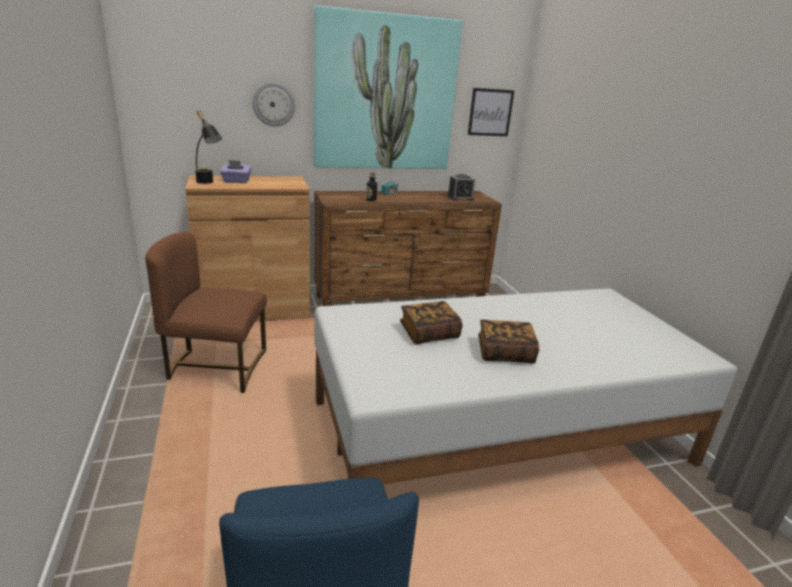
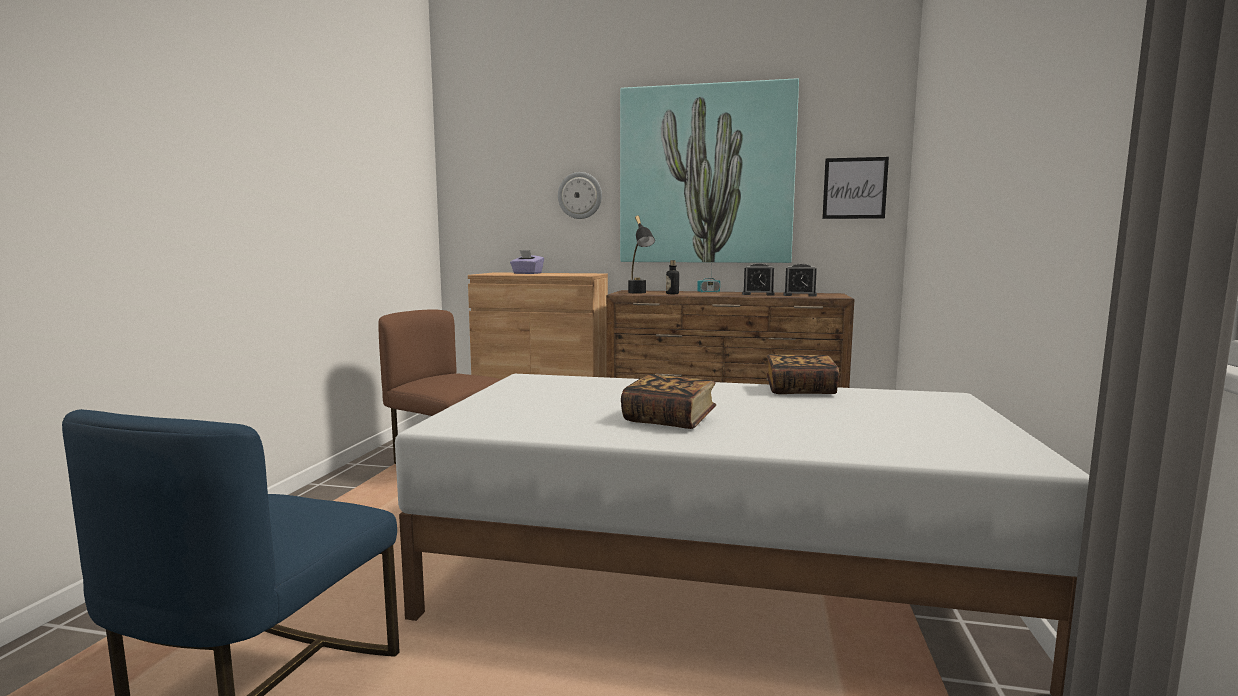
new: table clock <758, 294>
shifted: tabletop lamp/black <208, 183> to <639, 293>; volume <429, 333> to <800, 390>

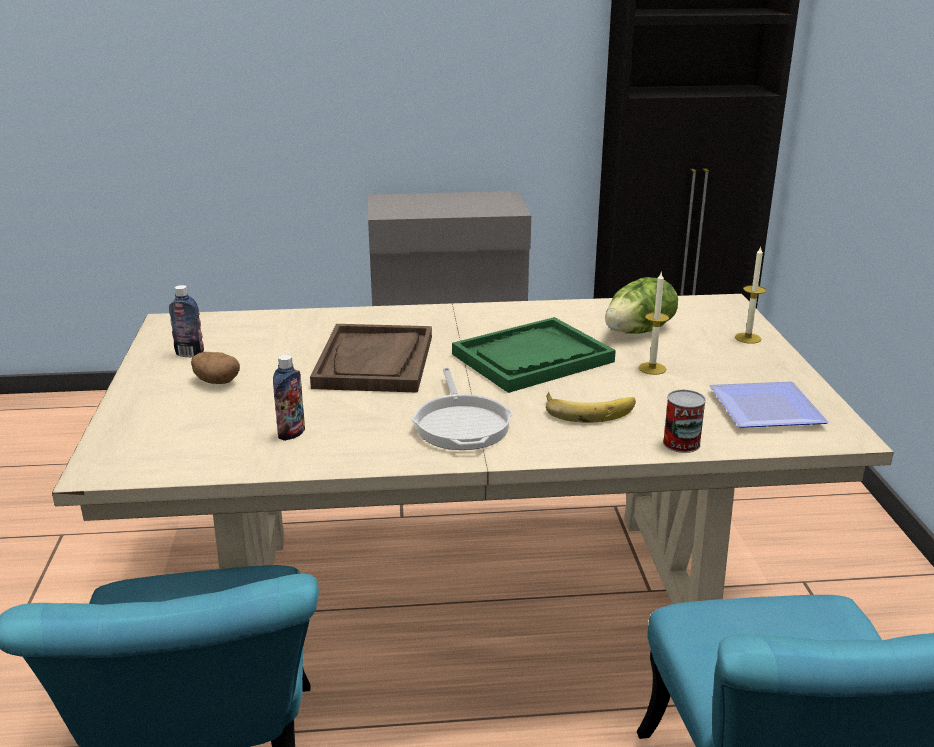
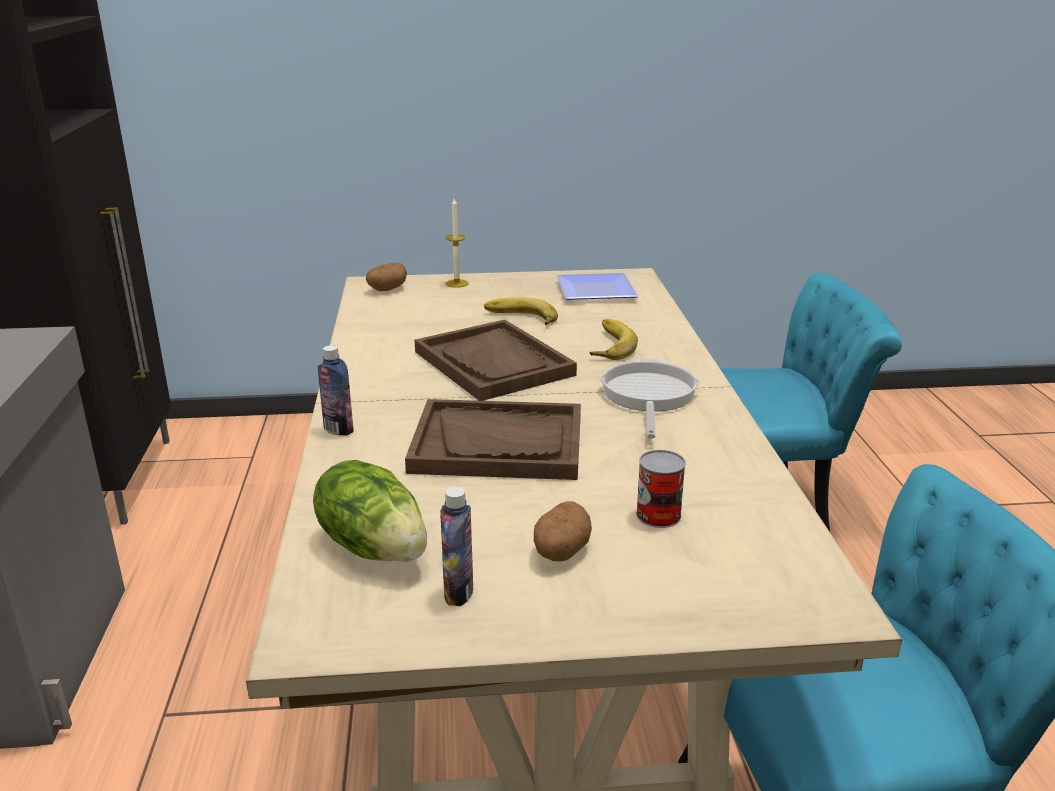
new: spud <387, 289>
shifted: beverage bottle <291, 433> to <338, 430>; lettuce head <640, 331> to <374, 546>; sealed can <681, 443> to <658, 515>
swapped: wax candle <652, 368> to whole banana <520, 319>
repainted: serving tray/greenish <532, 358> to serving tray/brown <494, 363>
rotated: pan <461, 424> = <648, 396> 75 degrees counterclockwise

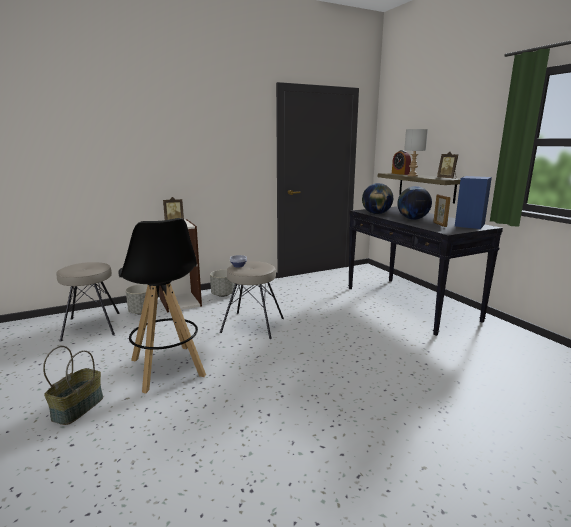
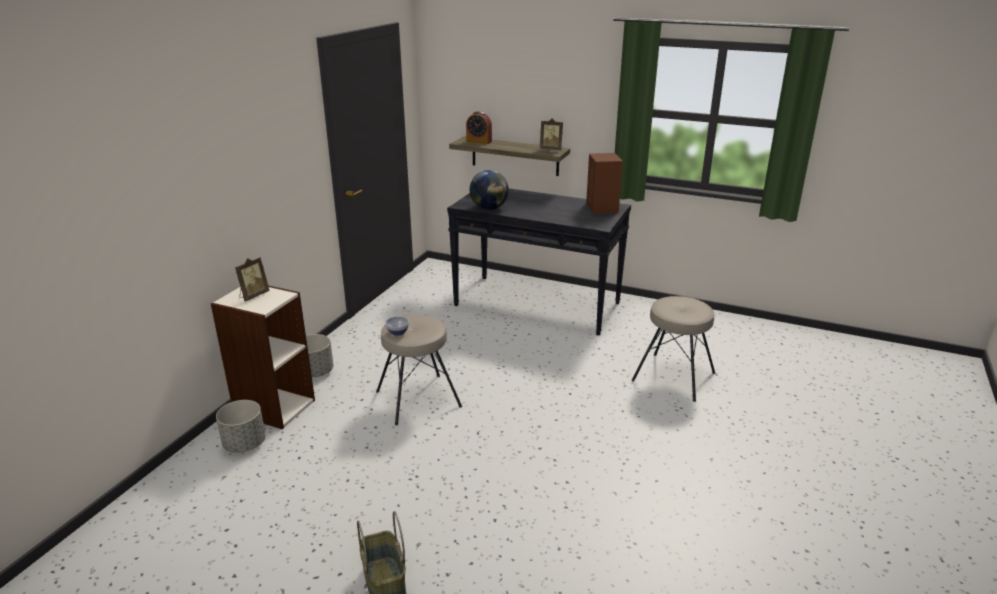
gone: stool/black <167, 368>; desk globe <412, 219>; tabletop lamp/grey <412, 176>; standing frame <439, 224>
shifted: stool/sand-coloured <92, 326> to <673, 376>
repainted: speaker/blue <469, 225> to speaker/brown <602, 208>

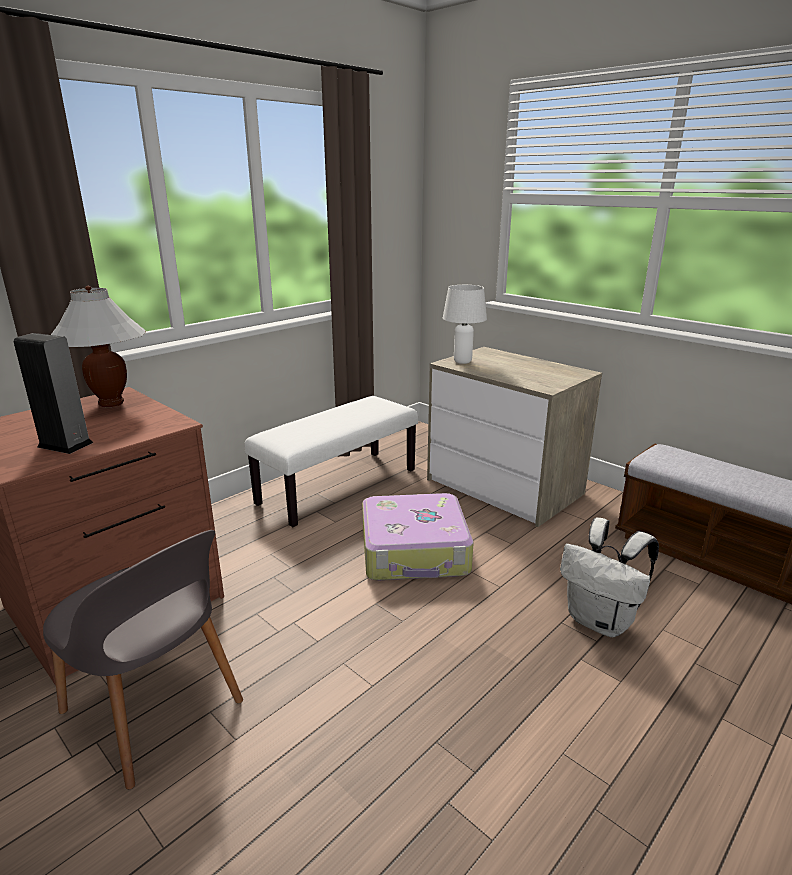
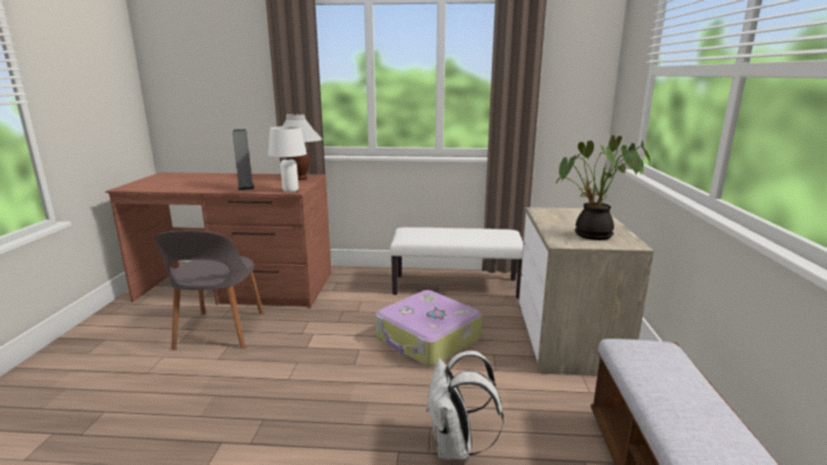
new: plant in a pot <591, 236>
shifted: tabletop lamp/white-coloured <462, 362> to <290, 191>

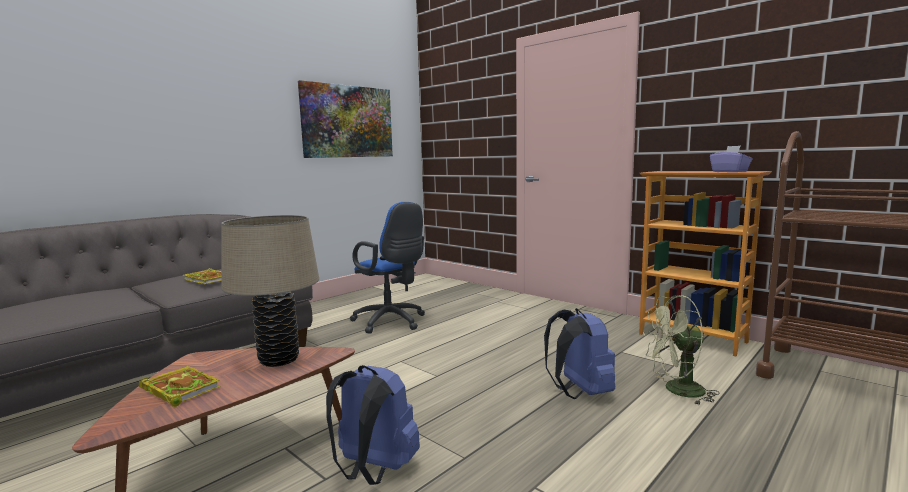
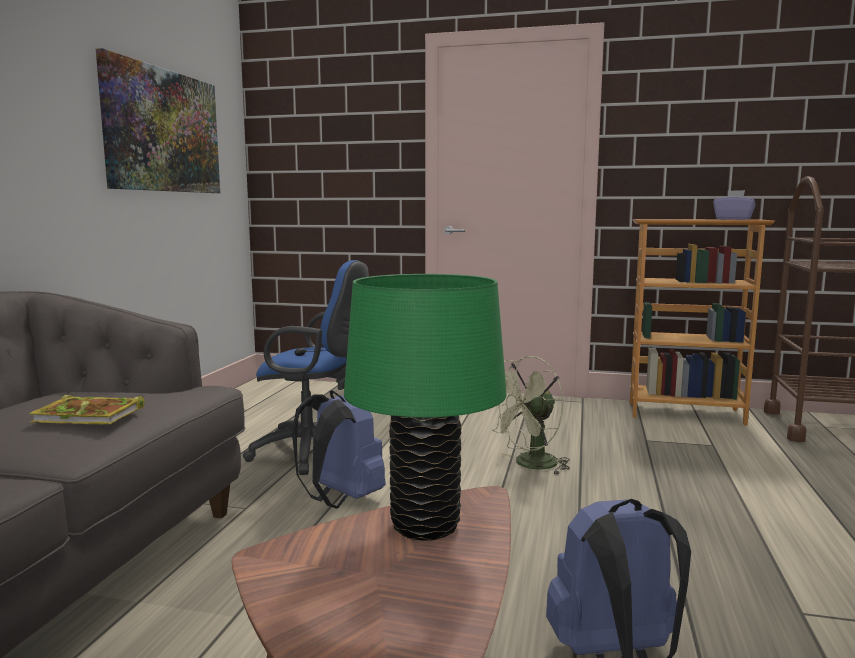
gone: volume <179, 389>
shifted: knapsack/blue <580, 392> to <340, 499>; electric fan/greenish <677, 391> to <530, 465>
repainted: tabletop lamp/sand-coloured <279, 359> to tabletop lamp/greenish <425, 526>

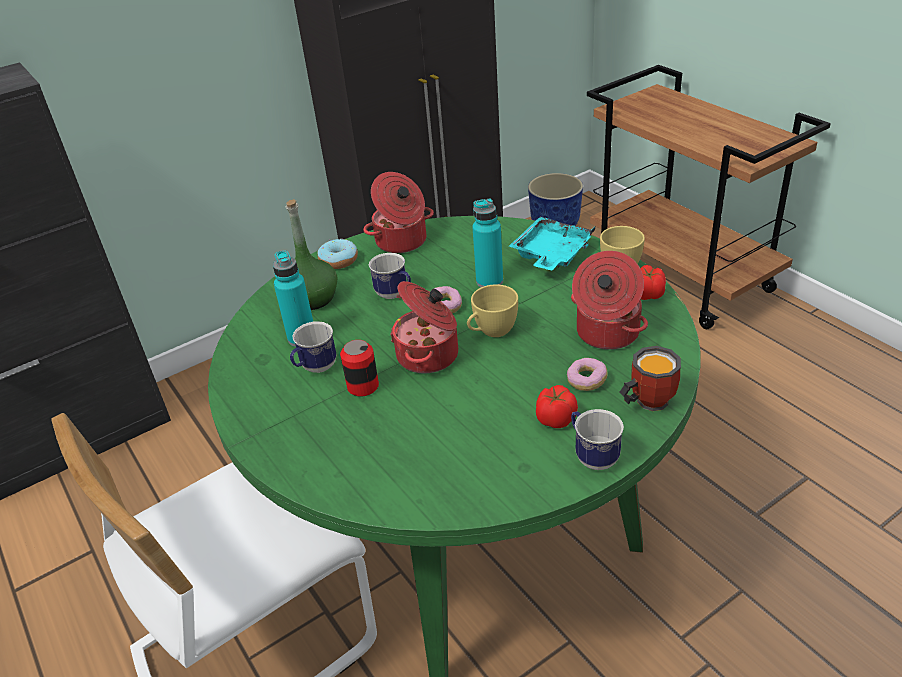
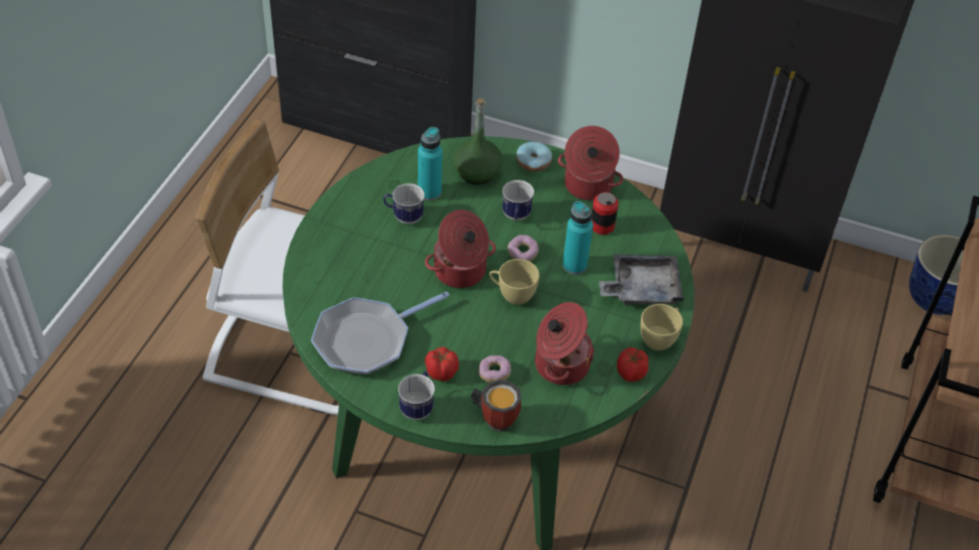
new: pan <366, 340>
shifted: sealed can <363, 386> to <602, 226>
repainted: serving tray/turquoise-coloured <551, 255> to serving tray/grey <641, 289>

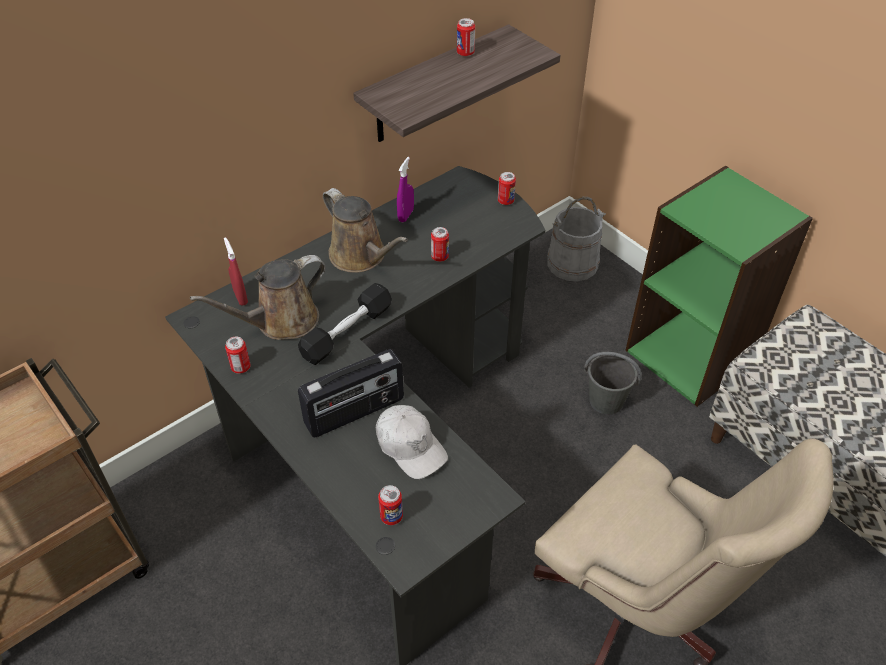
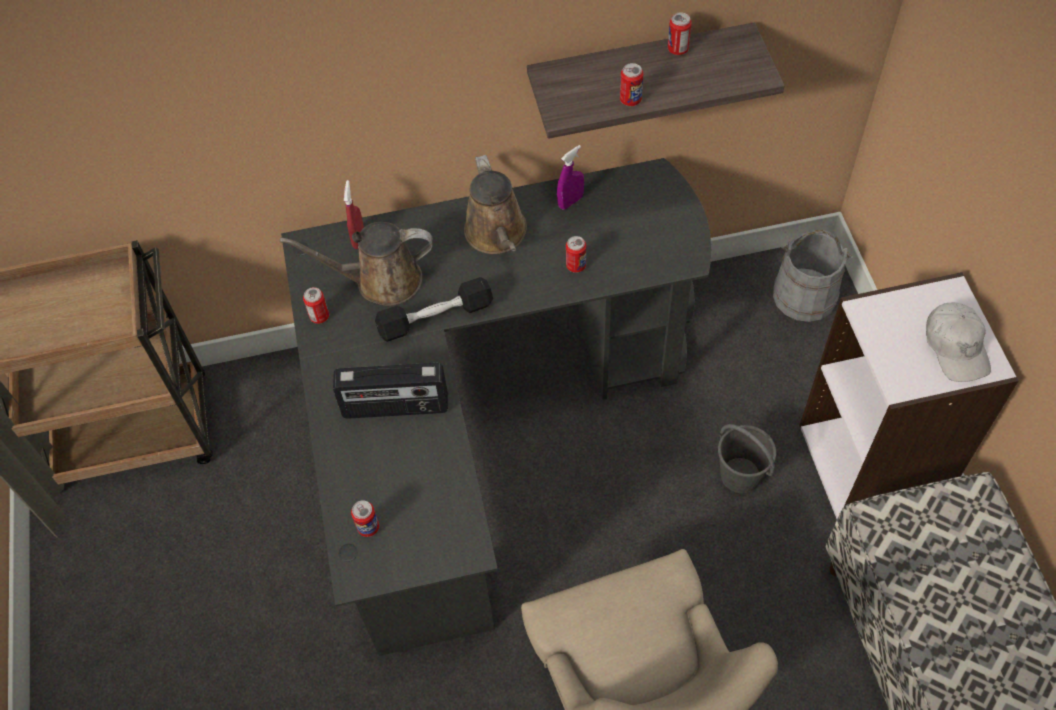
shifted: peaked cap/white-coloured <410, 446> to <956, 347>; sealed can <505, 201> to <630, 100>
repainted: bookcase/greenish <691, 355> to bookcase/white-coloured <873, 462>

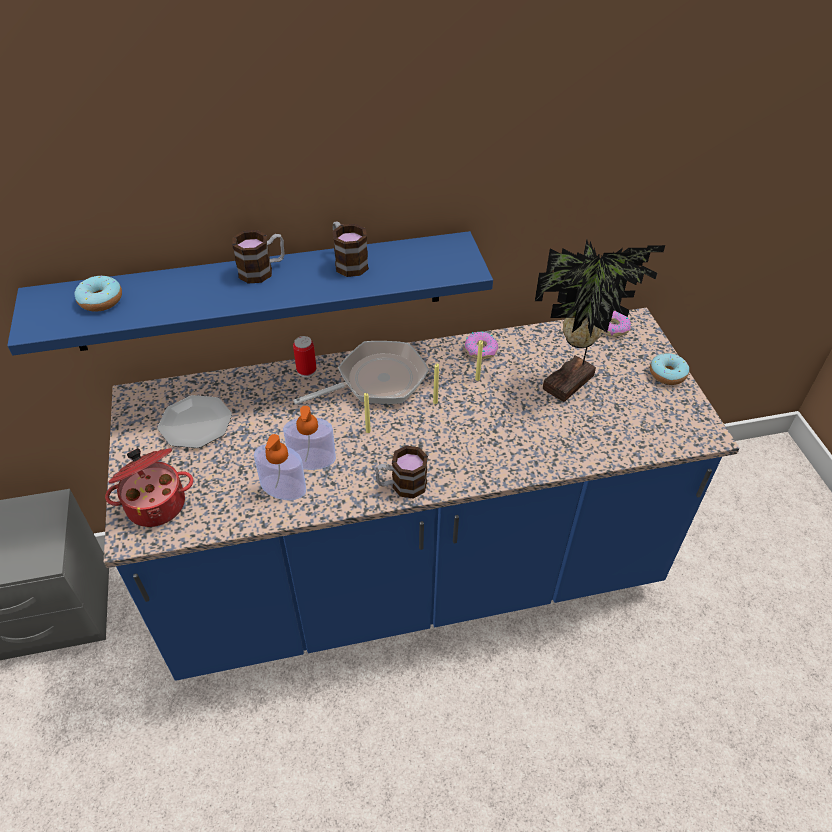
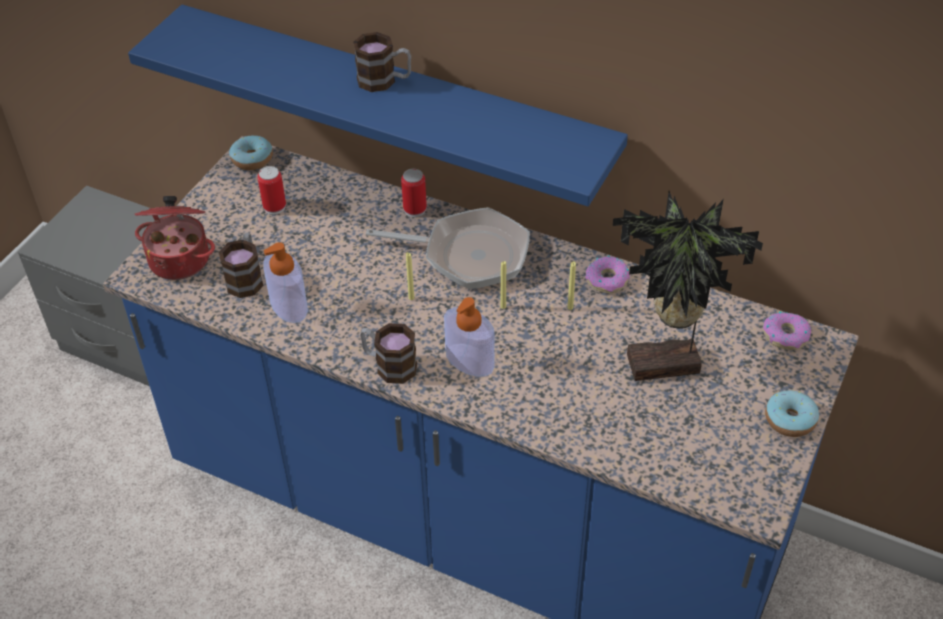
shifted: doughnut <101, 300> to <252, 159>; soap bottle <312, 459> to <469, 360>; mug <348, 262> to <246, 277>
swapped: plate <196, 423> to sealed can <274, 207>

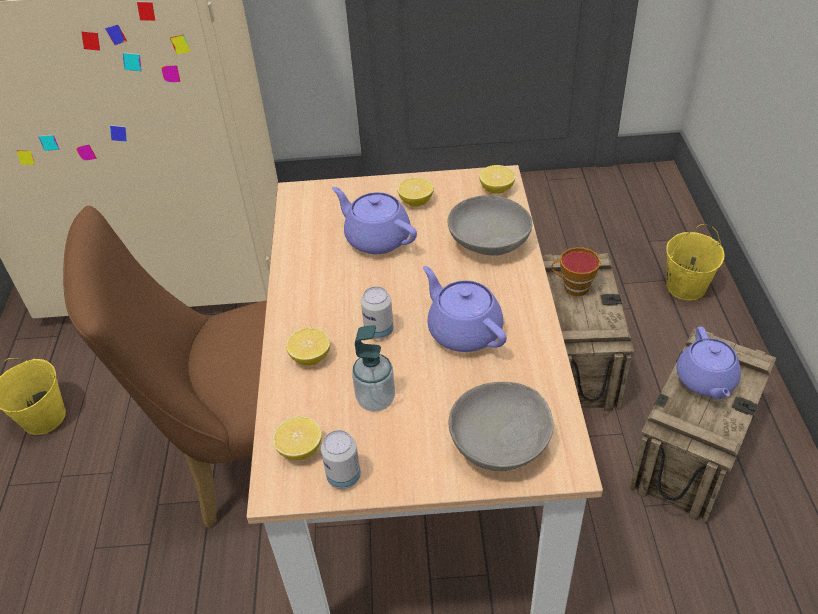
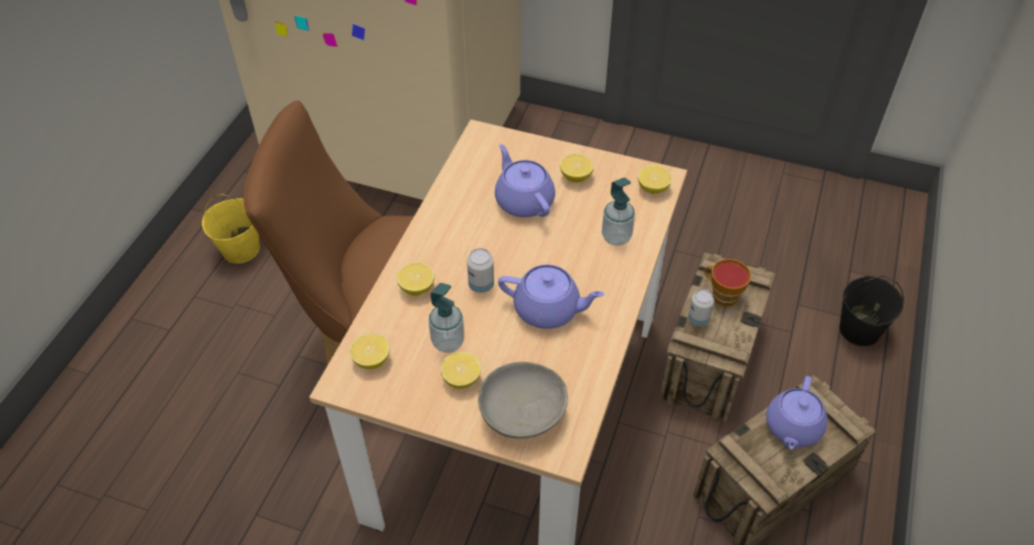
new: citrus fruit <461, 379>
shifted: sealed can <344, 477> to <698, 319>
swapped: deep dish/grey <489, 242> to soap bottle <616, 237>
repainted: pail/yellowish <685, 287> to pail/black <859, 329>
rotated: pot for tea/purple-coloured <463, 330> = <548, 309> 120 degrees clockwise

